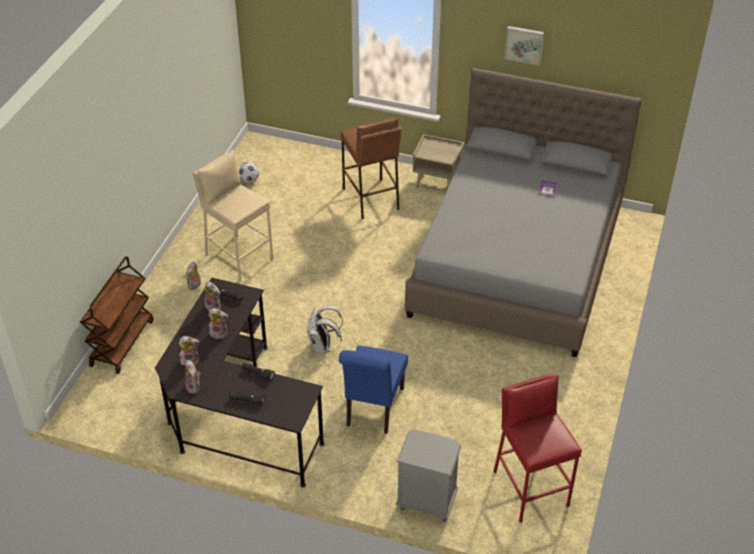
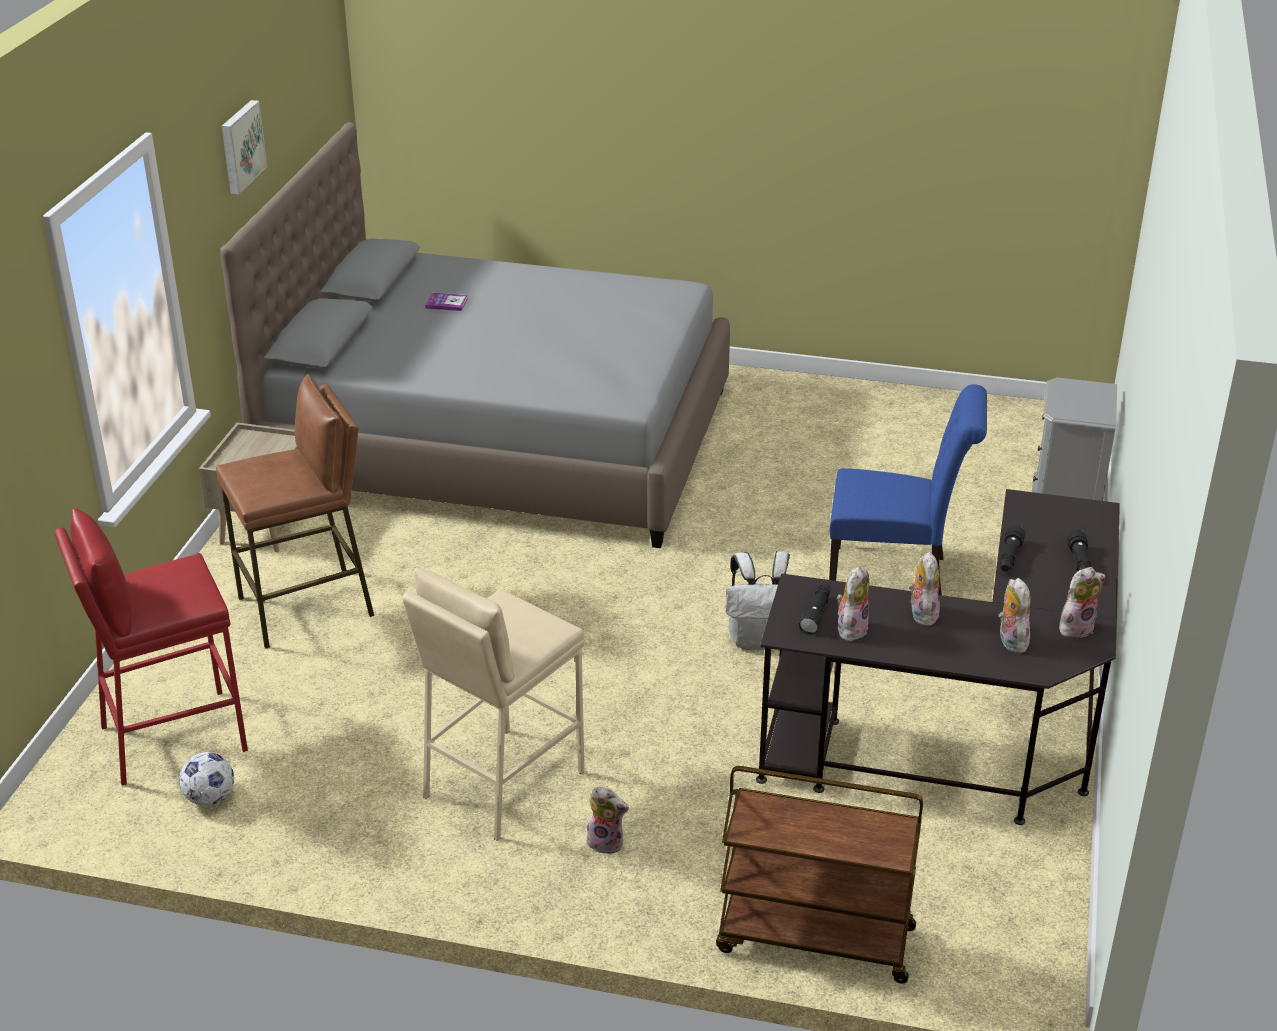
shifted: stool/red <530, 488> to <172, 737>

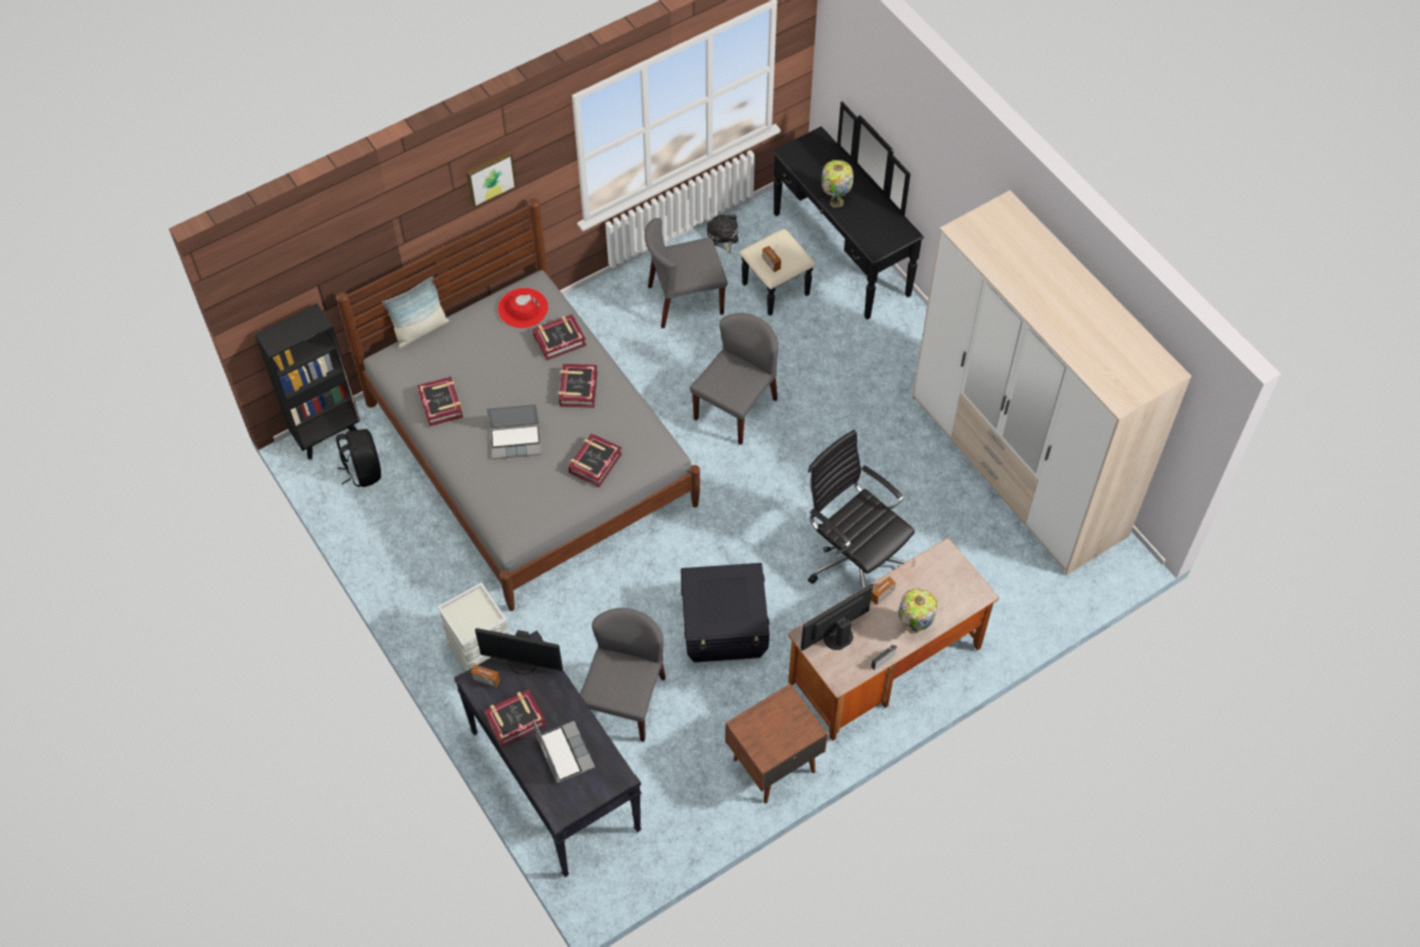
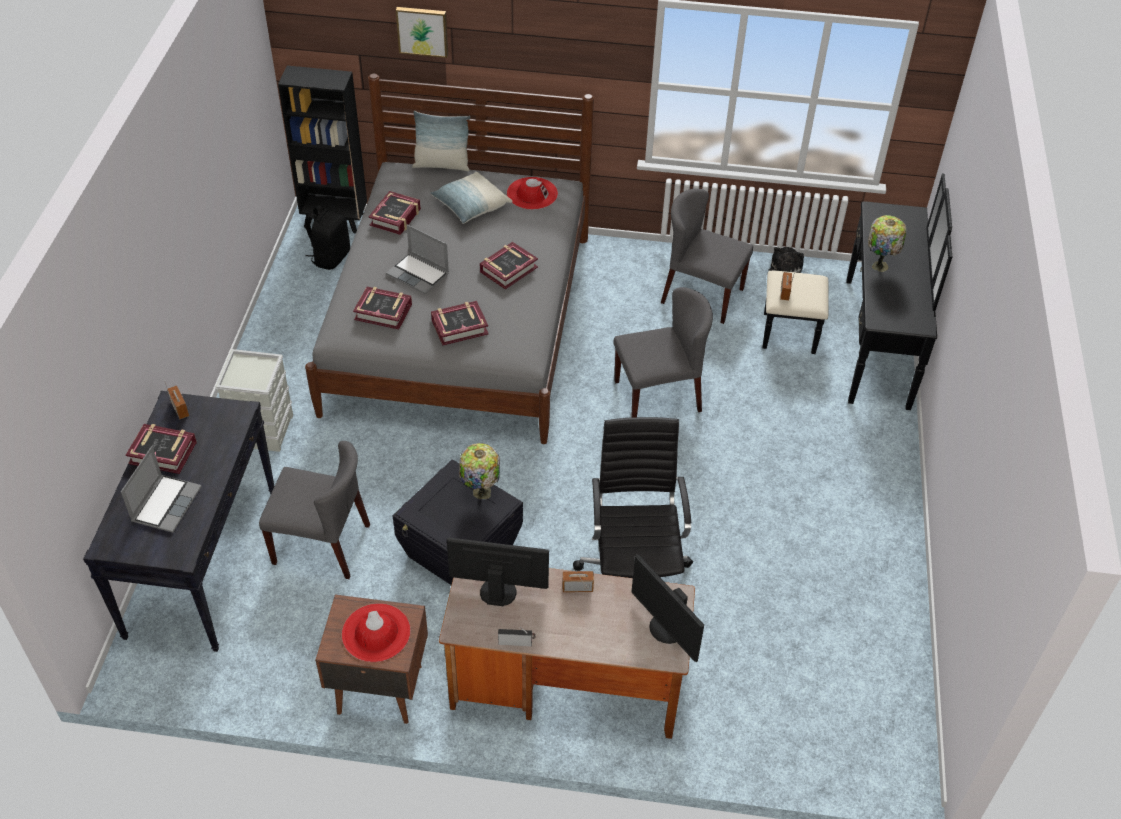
gone: wardrobe <1017, 467>
new: wearable hat/red <376, 633>; throw pillow <471, 206>
shifted: picture <490, 177> to <422, 30>; computer screen <523, 662> to <666, 629>; volume <559, 340> to <383, 312>; tabletop lamp <913, 627> to <480, 493>
rotated: plain chair/grey <624, 700> = <322, 544> 45 degrees clockwise

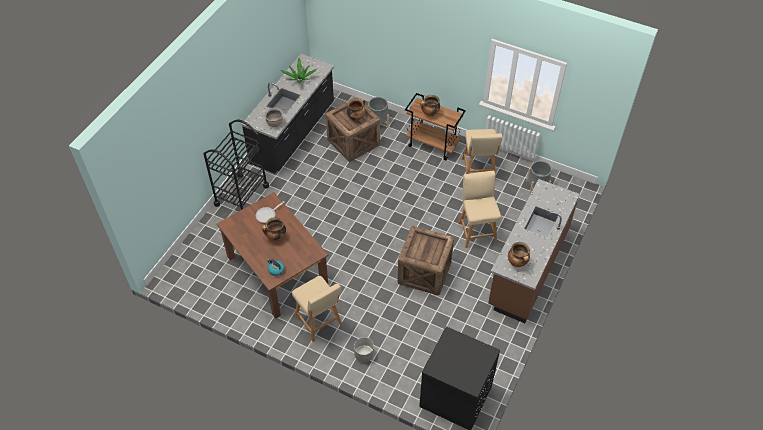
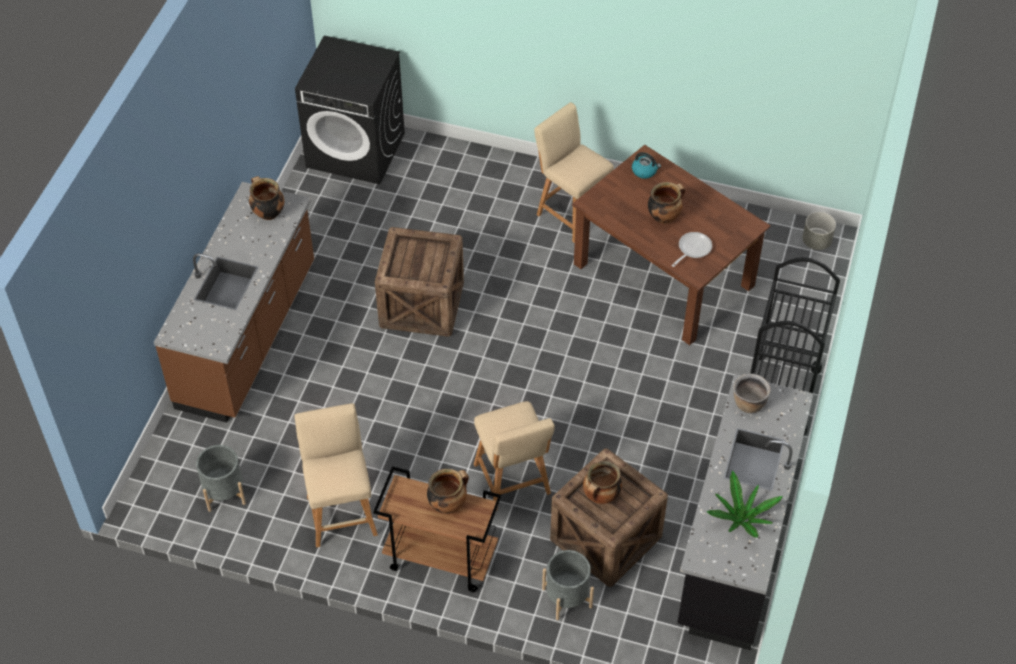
shifted: planter/grey <364, 355> to <816, 241>; stool/sand-coloured <476, 231> to <513, 482>

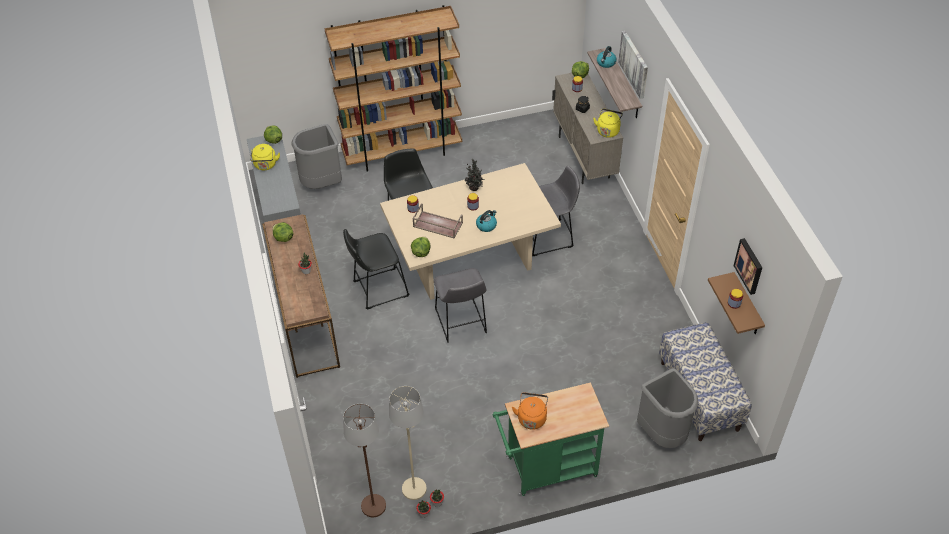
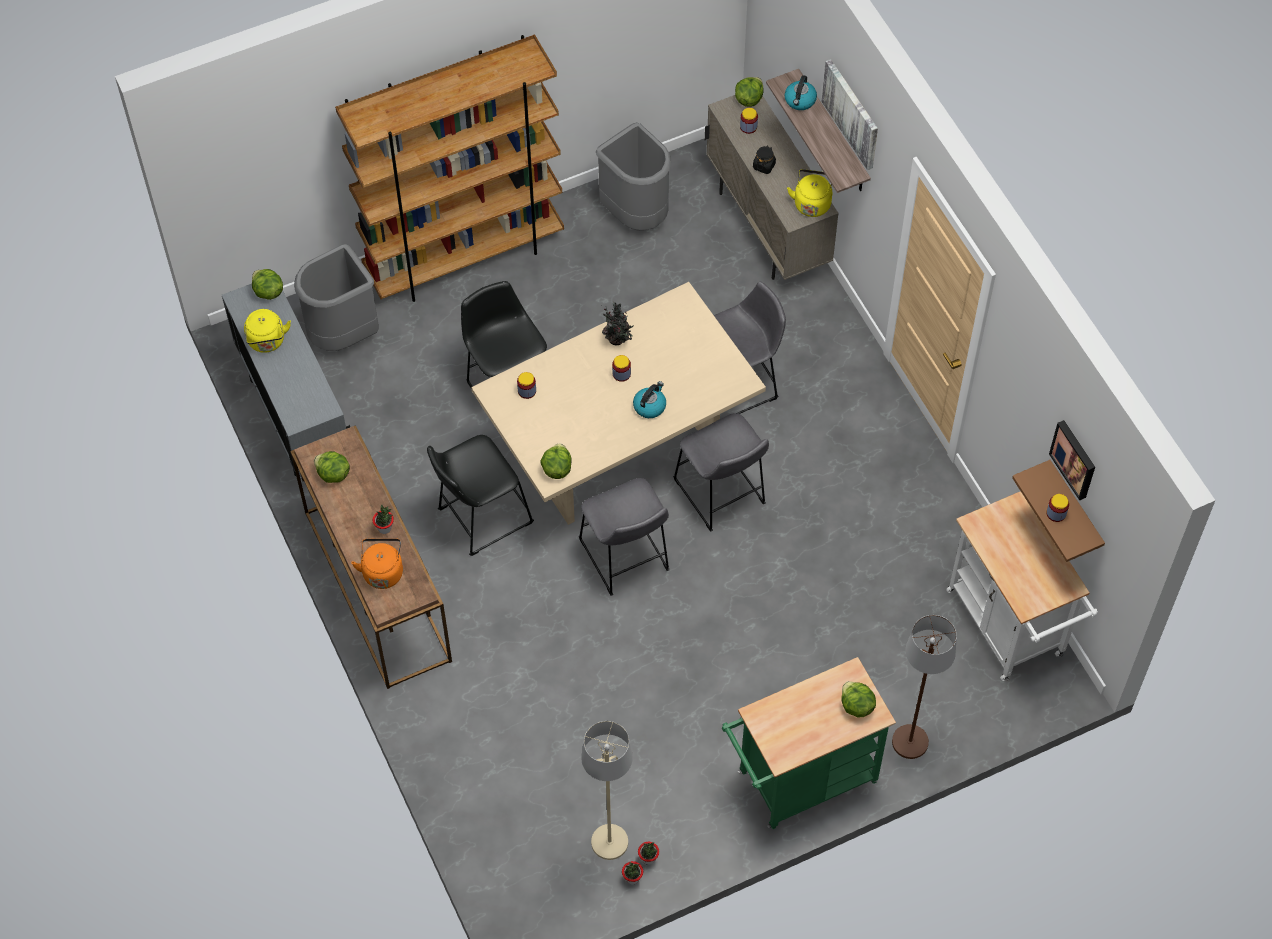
gone: serving tray/brown <437, 225>
new: stool/grey <721, 495>; lettuce head <856, 706>
shifted: floor lamp/brown <373, 506> to <910, 742>; kettle/orangey <531, 417> to <382, 571>; trash can/grey <662, 433> to <636, 214>
swapped: bench <699, 395> to wheeled cart/white-coloured <1009, 629>

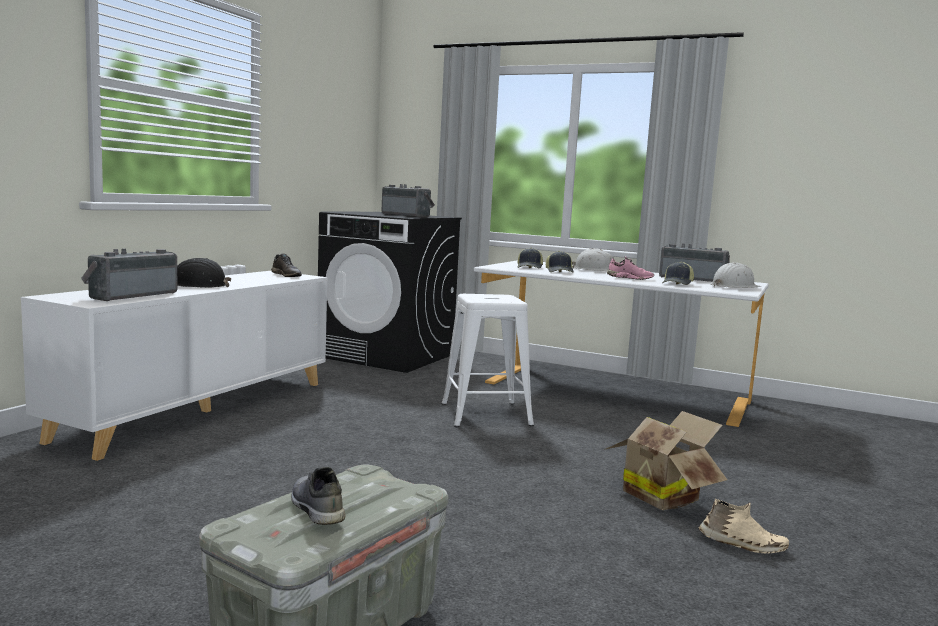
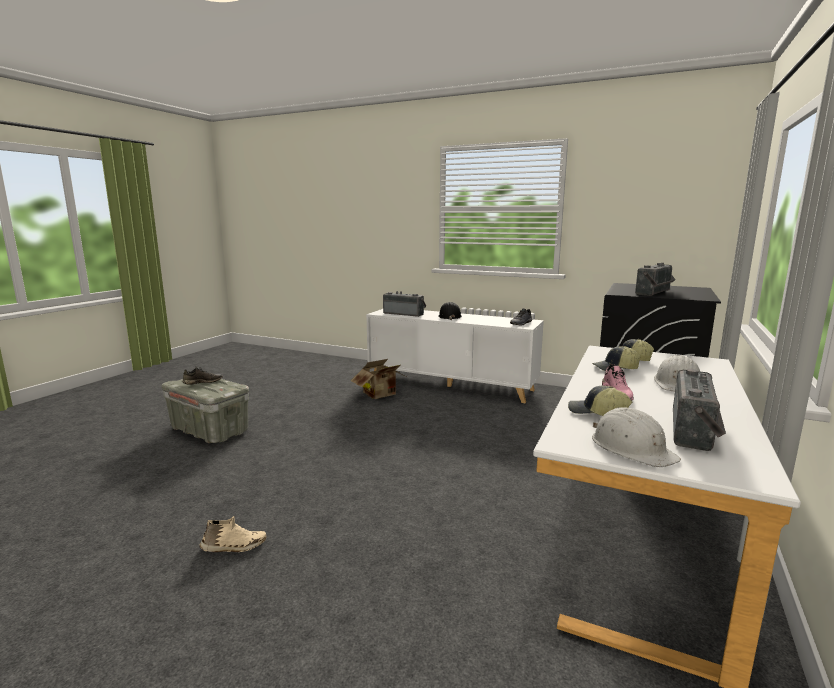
gone: stool/white-coloured <485, 414>
shifted: carton <662, 496> to <381, 395>
rotated: item of footwear/sand-coloured <742, 545> = <234, 547> 120 degrees counterclockwise

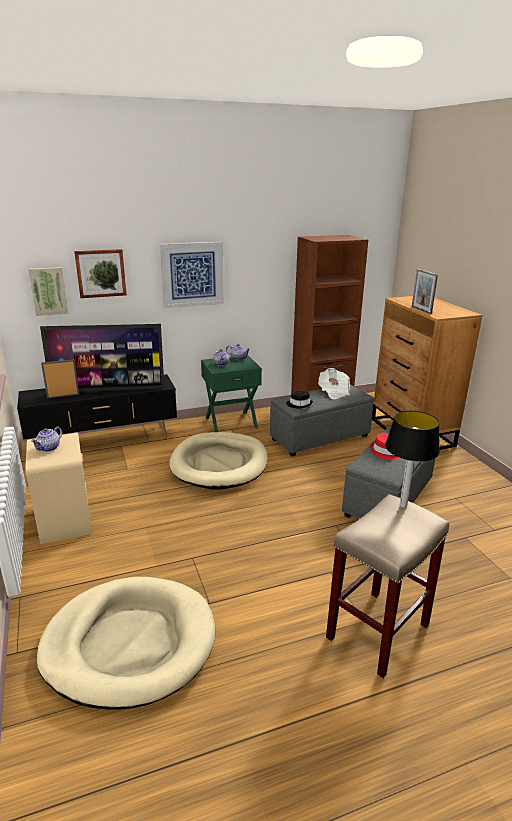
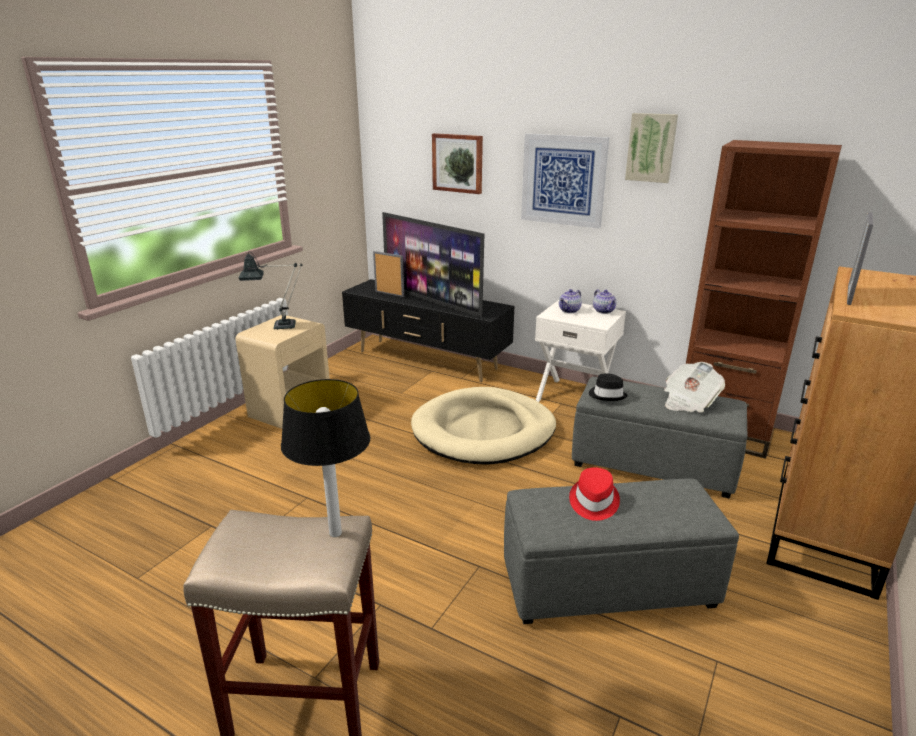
gone: pet bed/sand-coloured <129, 643>
shifted: picture <48, 291> to <651, 147>
swapped: pot for tea <49, 448> to tabletop lamp <278, 326>
repainted: nightstand/greenish <231, 422> to nightstand/white-coloured <574, 396>

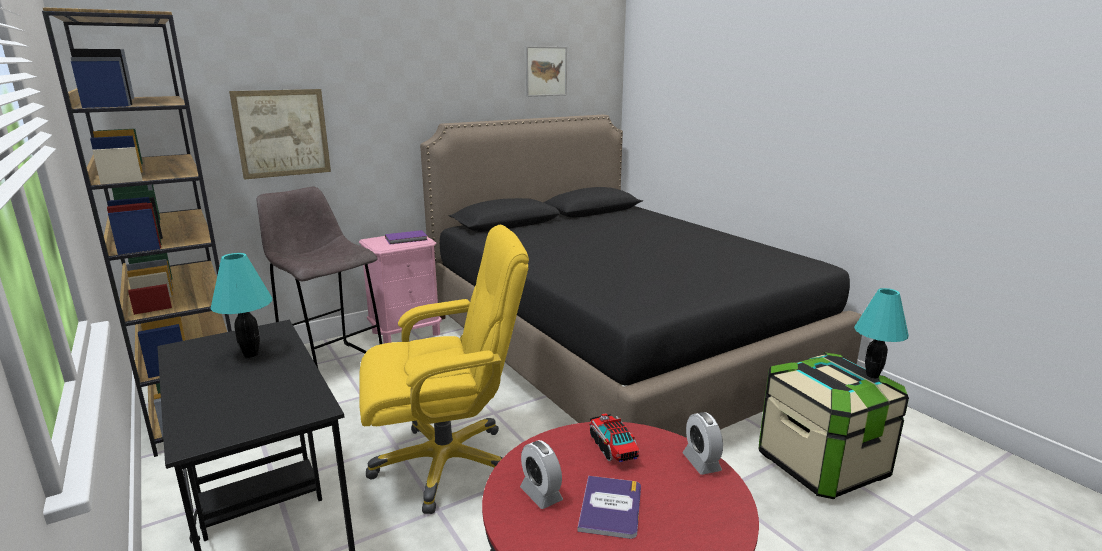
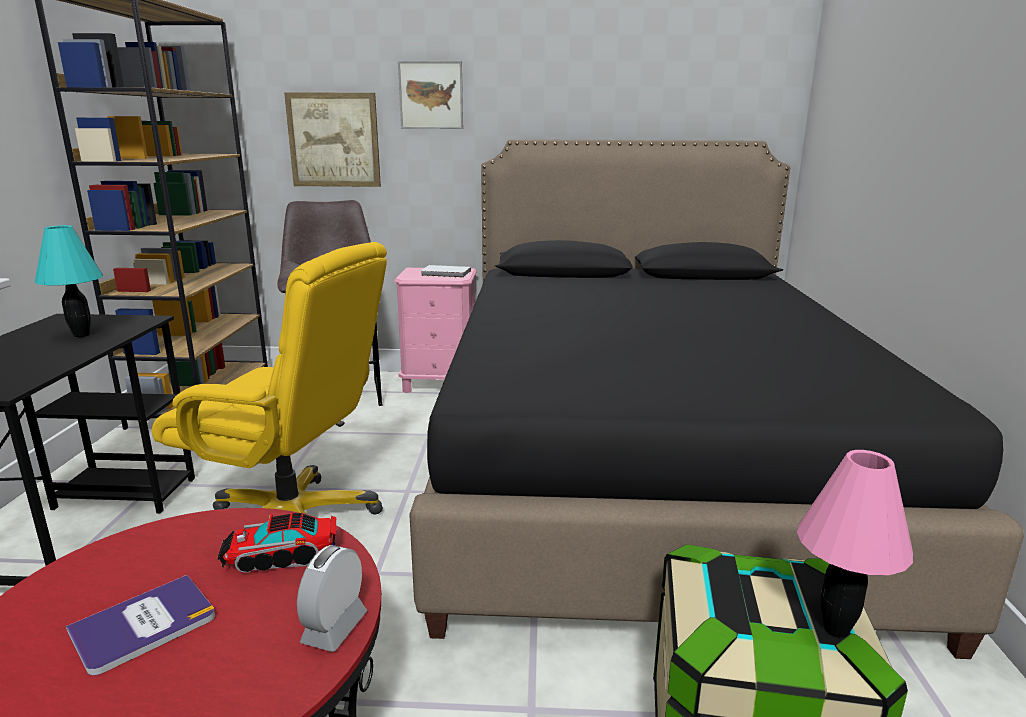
gone: table clock <541, 494>
shifted: picture <546, 71> to <431, 95>
repainted: volume/purple-coloured <407, 239> to volume/white-coloured <446, 274>; tabletop lamp/turquoise-coloured <873, 375> to tabletop lamp/pink-coloured <837, 630>
rotated: model truck <613, 447> = <281, 557> 120 degrees counterclockwise

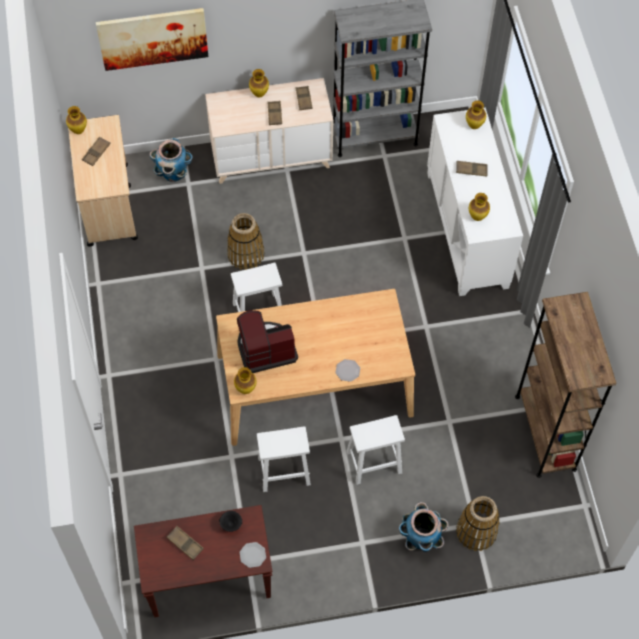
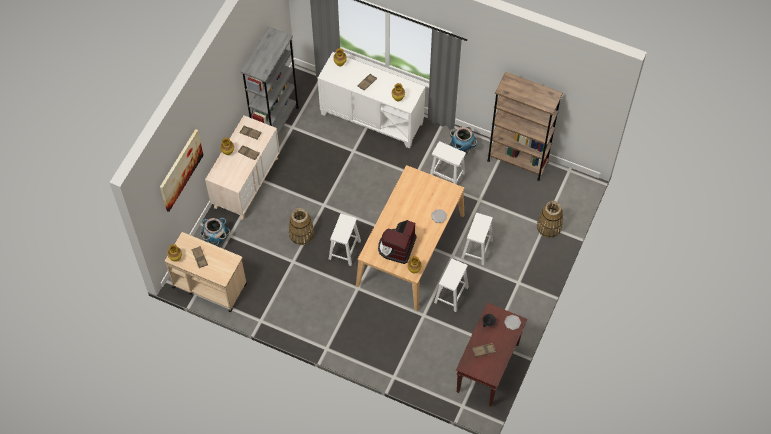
new: stool/white-coloured <447, 176>
shifted: planter <421, 539> to <462, 149>

